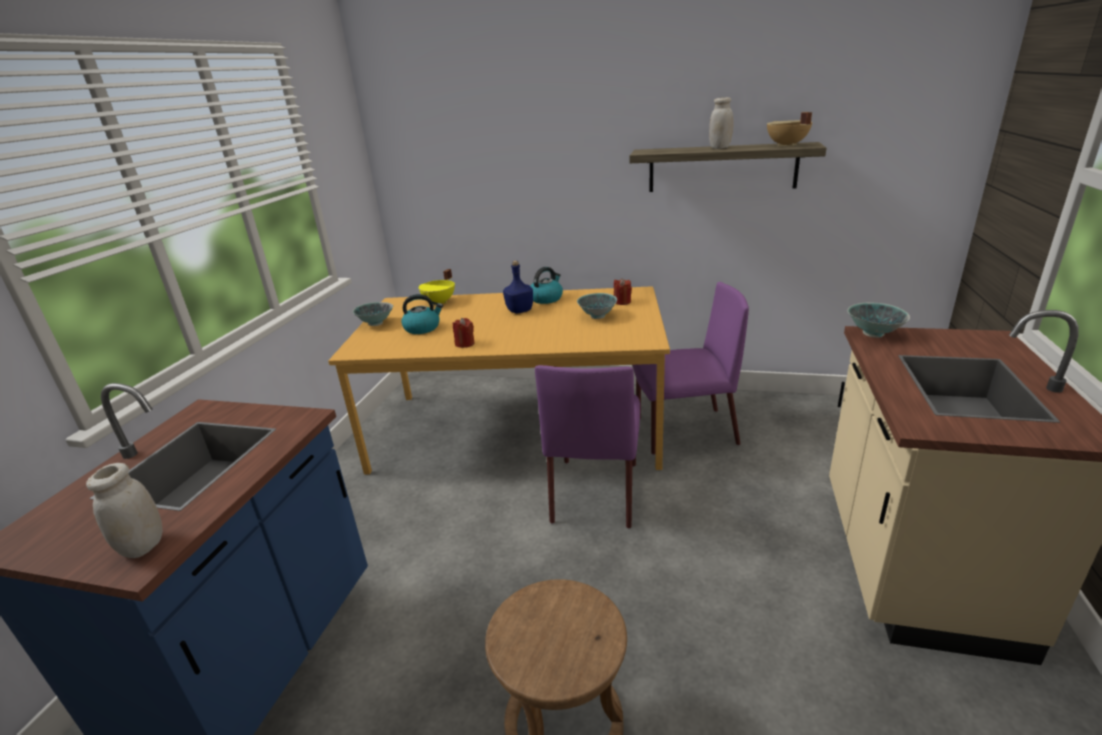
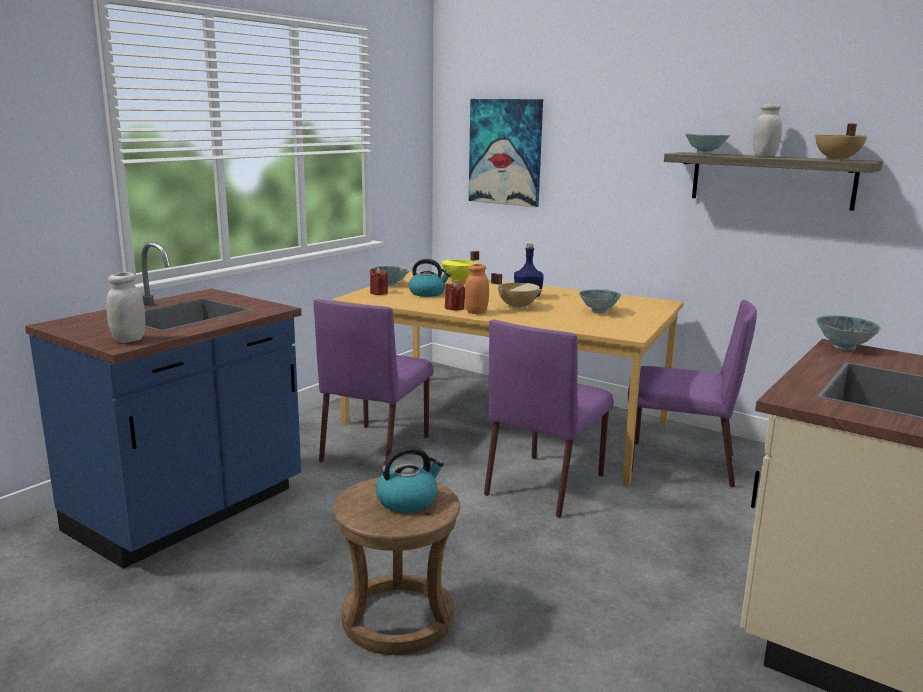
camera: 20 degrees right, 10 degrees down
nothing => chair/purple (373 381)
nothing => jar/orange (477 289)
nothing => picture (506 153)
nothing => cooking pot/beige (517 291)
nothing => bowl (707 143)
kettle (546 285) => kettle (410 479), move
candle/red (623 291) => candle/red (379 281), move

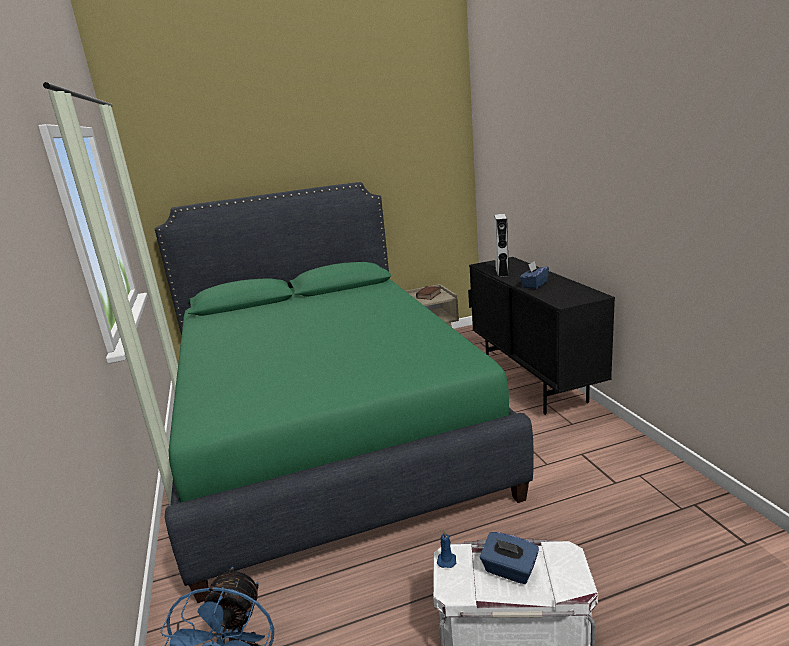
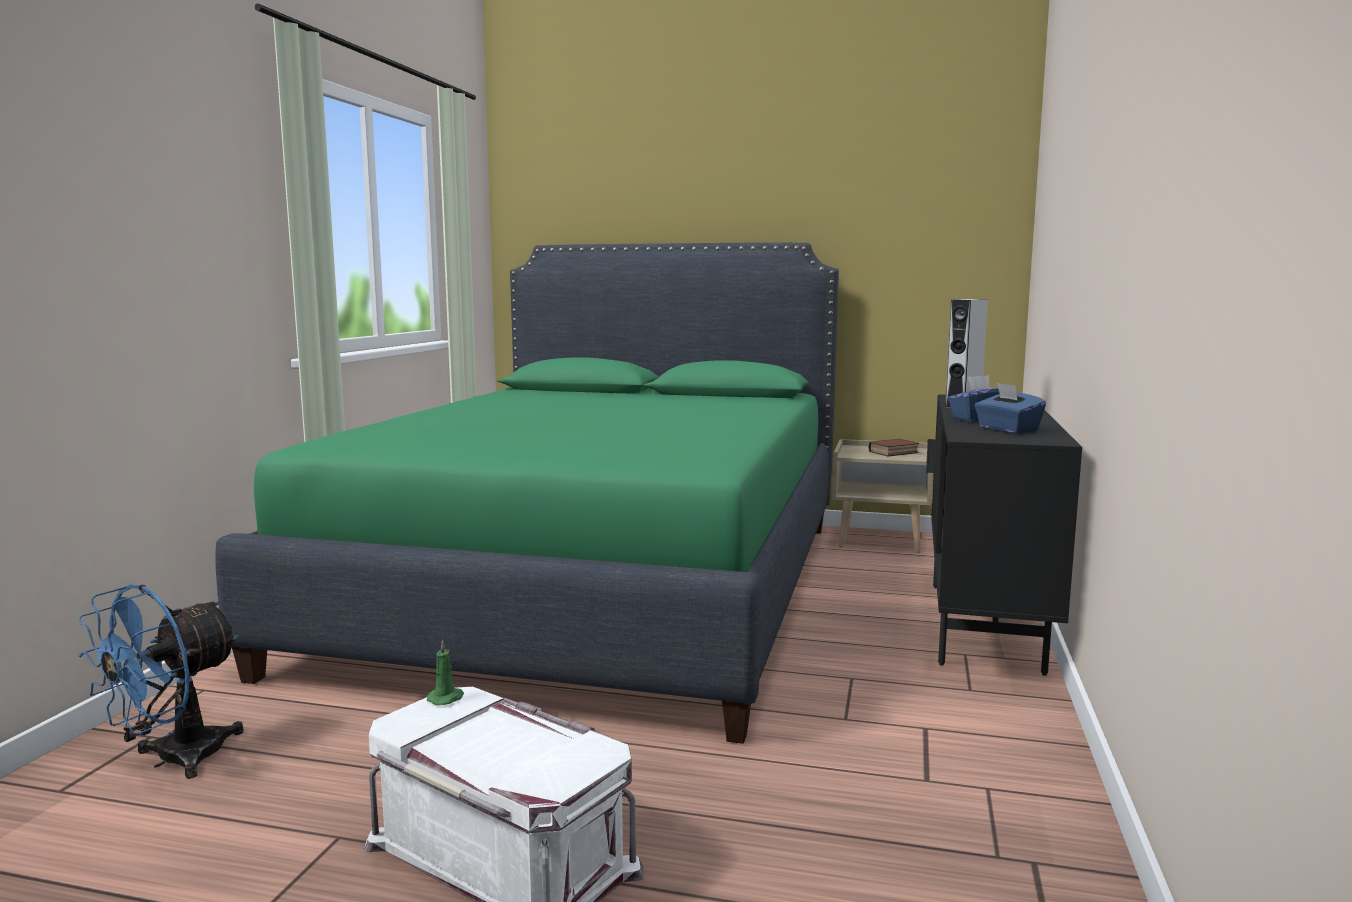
camera: 30 degrees right, 10 degrees down
tissue box/blue (509 558) => tissue box/blue (1010 408), move
candle/blue (446 549) => candle/green (445 672)

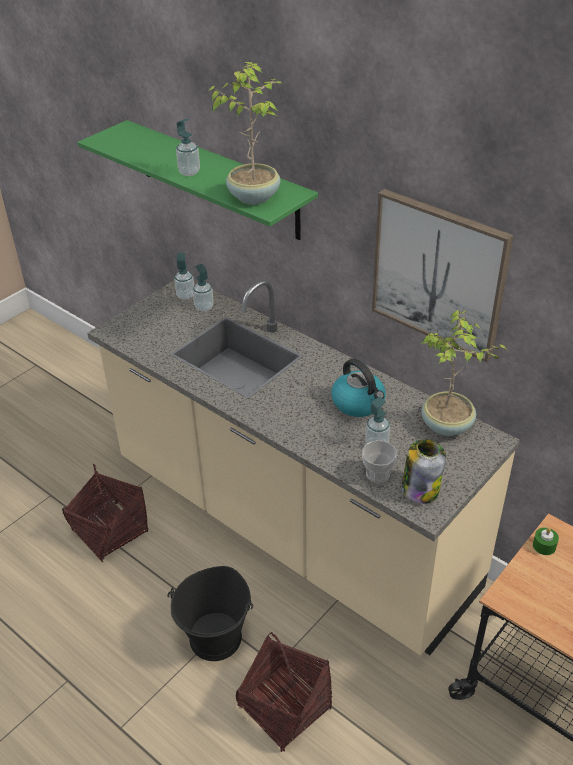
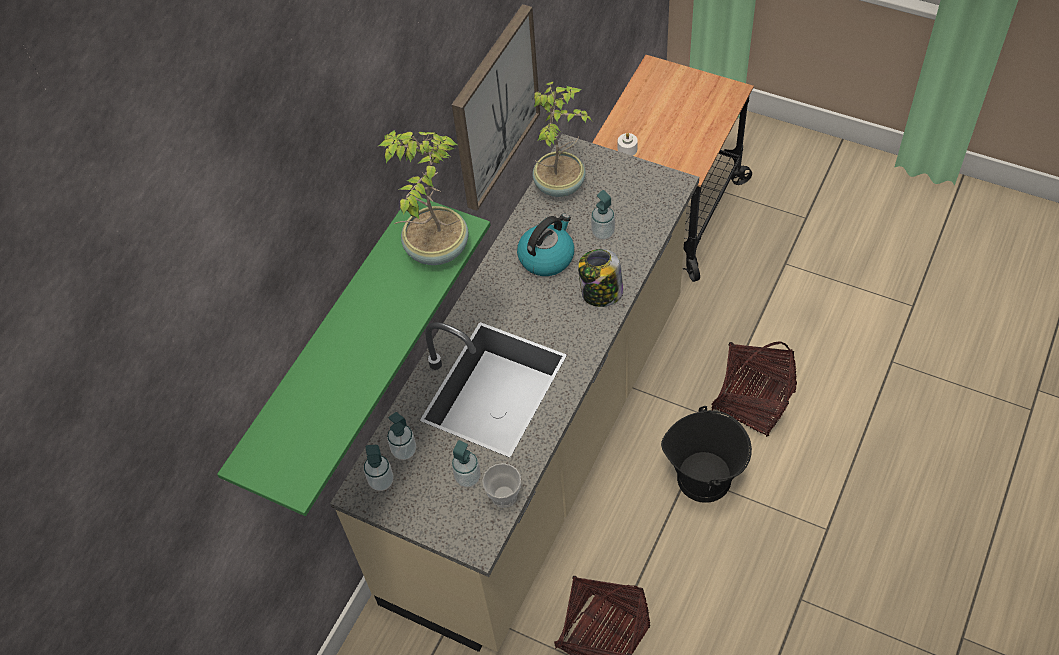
camera: 100 degrees left, 15 degrees up
soap dispenser (188 147) => soap dispenser (466 463), move
cup (379 461) => cup (501 485), move
jar (424 471) => jar (600 278), move
candle/green (546 541) => candle/white (628 144)

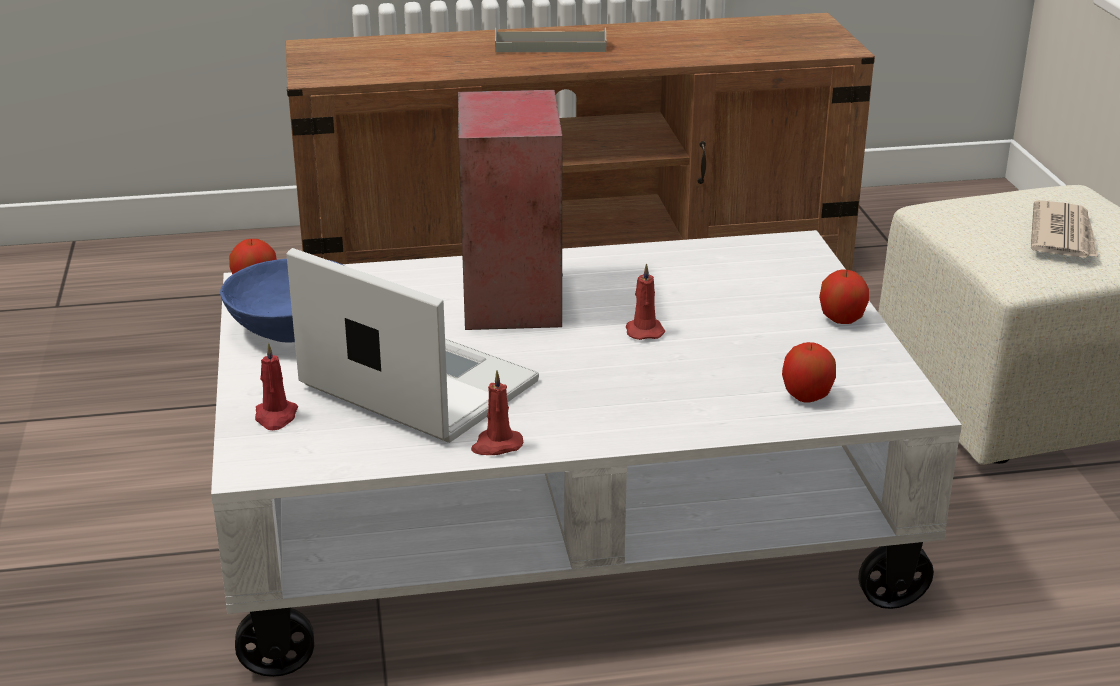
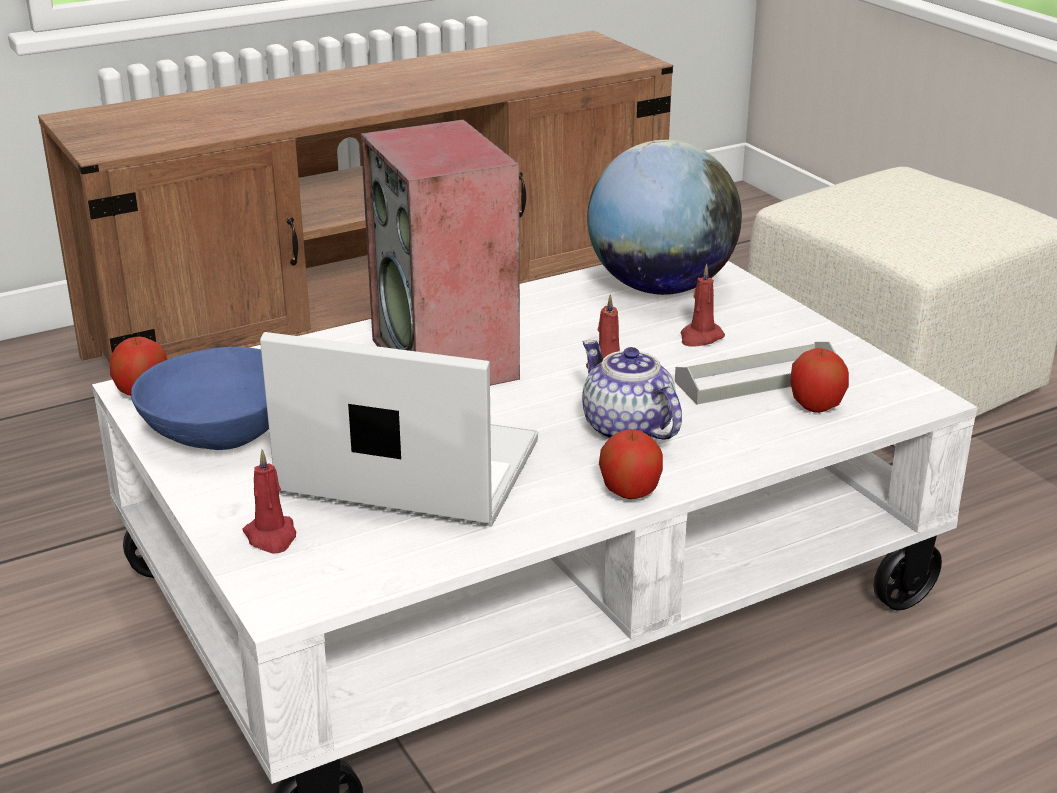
camera: 20 degrees left, 0 degrees up
newspaper (1064 229) => nothing
nothing => teapot (632 390)
nothing => globe (664 217)
candle/red (497 412) => candle/red (702 305), move
tray/grey (550 40) => tray/grey (755 373), move
apple (844 297) => apple (631 464), move

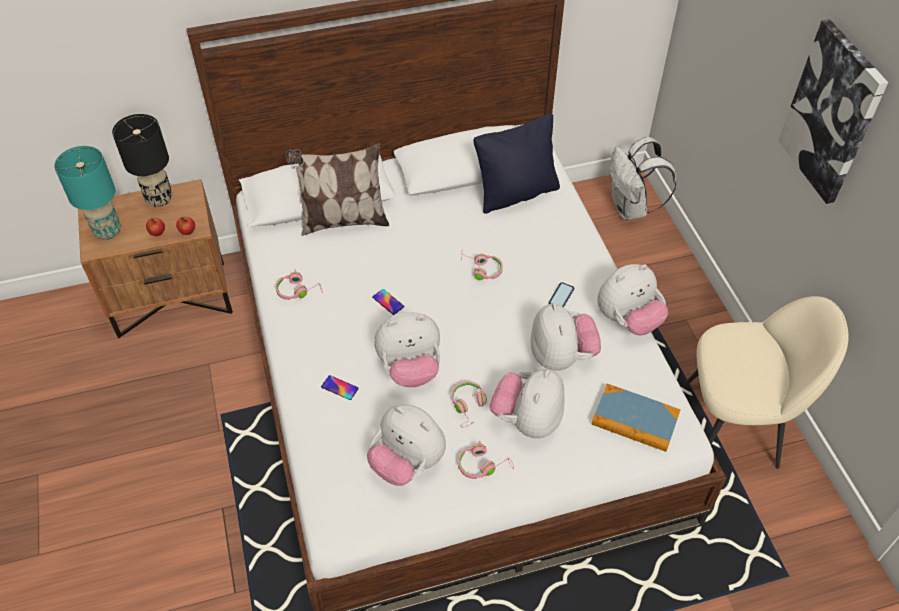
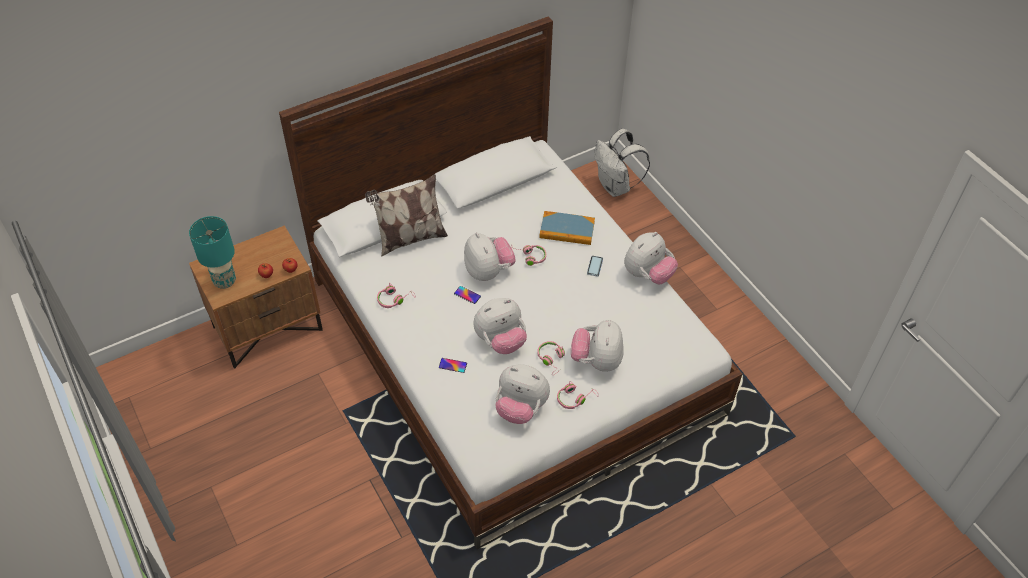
camera: 15 degrees left, 0 degrees up
table lamp/black (142 160) => nothing
pillow/black (516 163) => nothing
chair/beige (767 382) => nothing
picture (833 111) => nothing
plush toy (566 337) => plush toy (490 256), move
book (635 418) => book (567 228), move

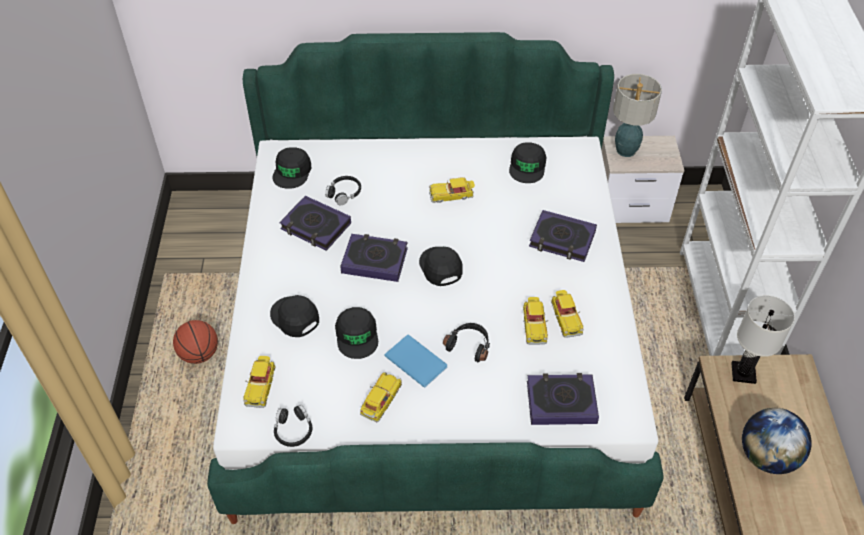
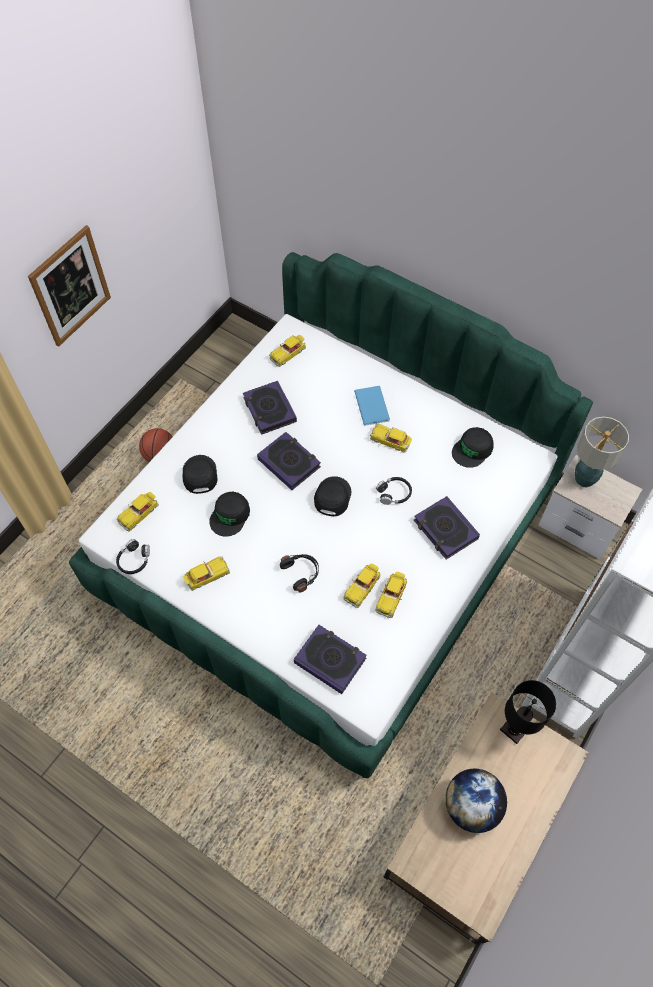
camera: 35 degrees right, 10 degrees up
nothing => picture (69 286)
headphones/black (343 190) => headphones/black (394 491), move
book/blue (415 361) => book/blue (372 406), move
cap/black (291 168) => toy car (287 351)
table lamp/white (763 339) => table lamp/black (528 712)

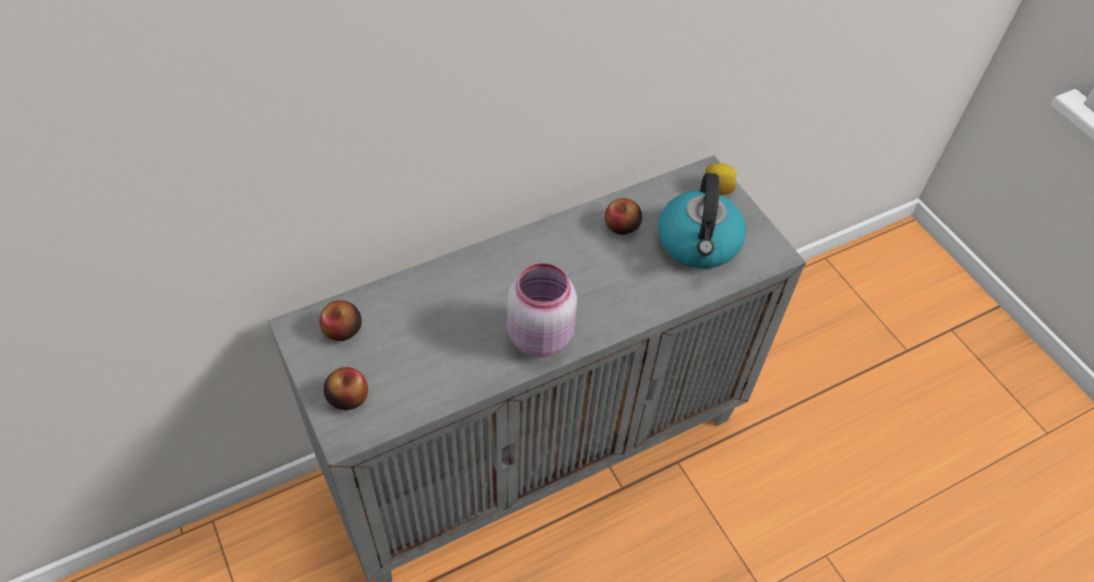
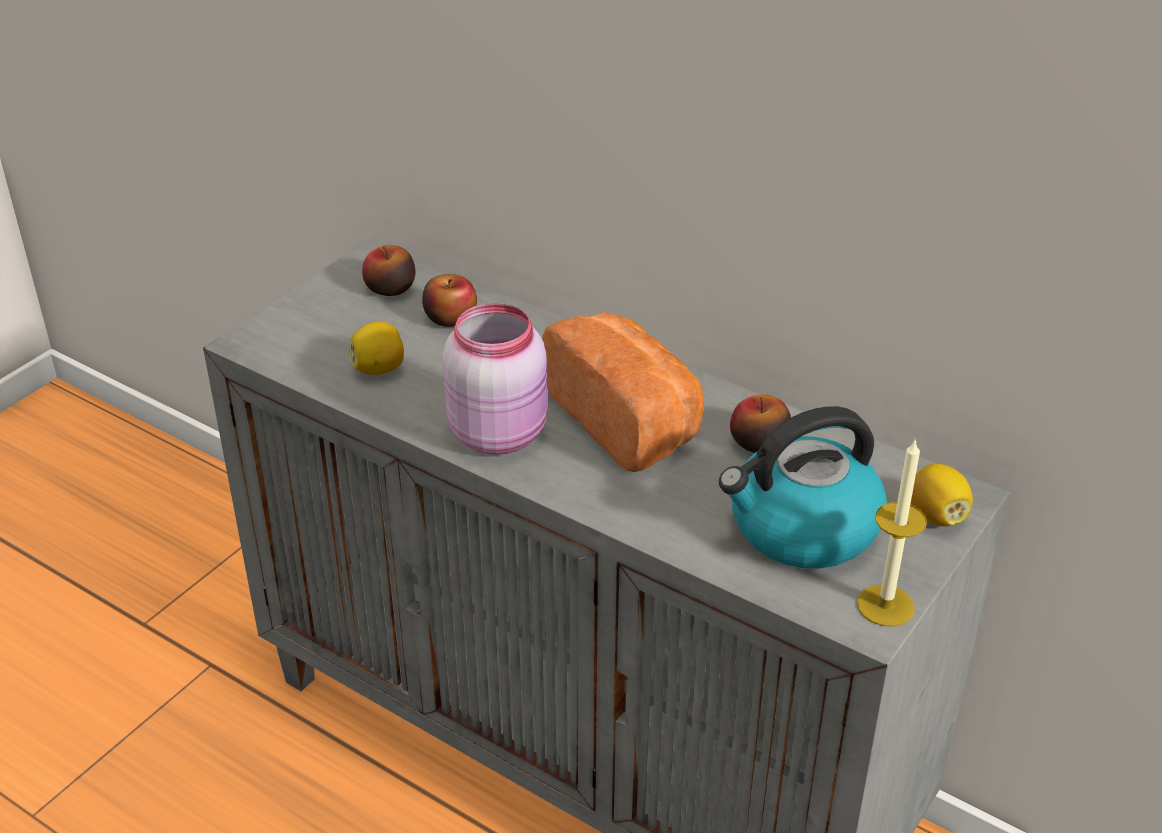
camera: 65 degrees right, 15 degrees down
nothing => lemon (376 348)
nothing => bread (623 392)
nothing => candle (892 532)
apple (346 388) => apple (449 300), move

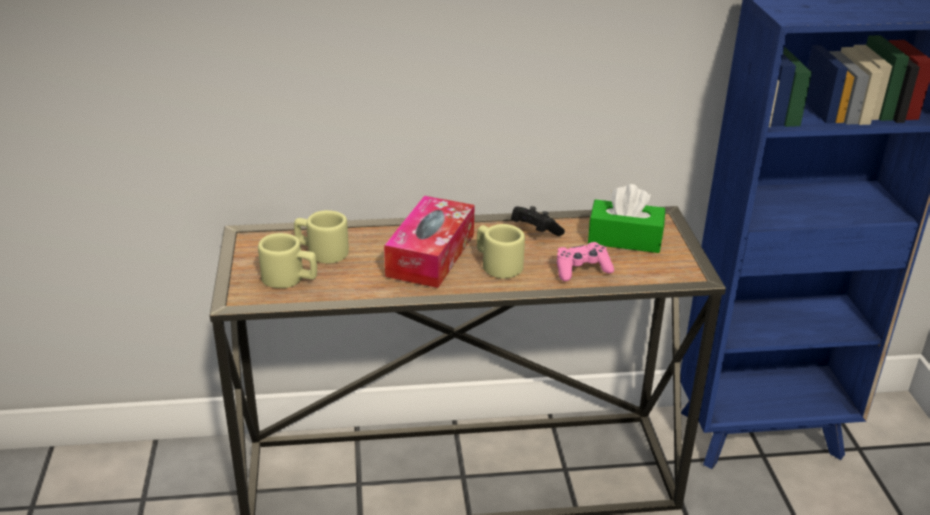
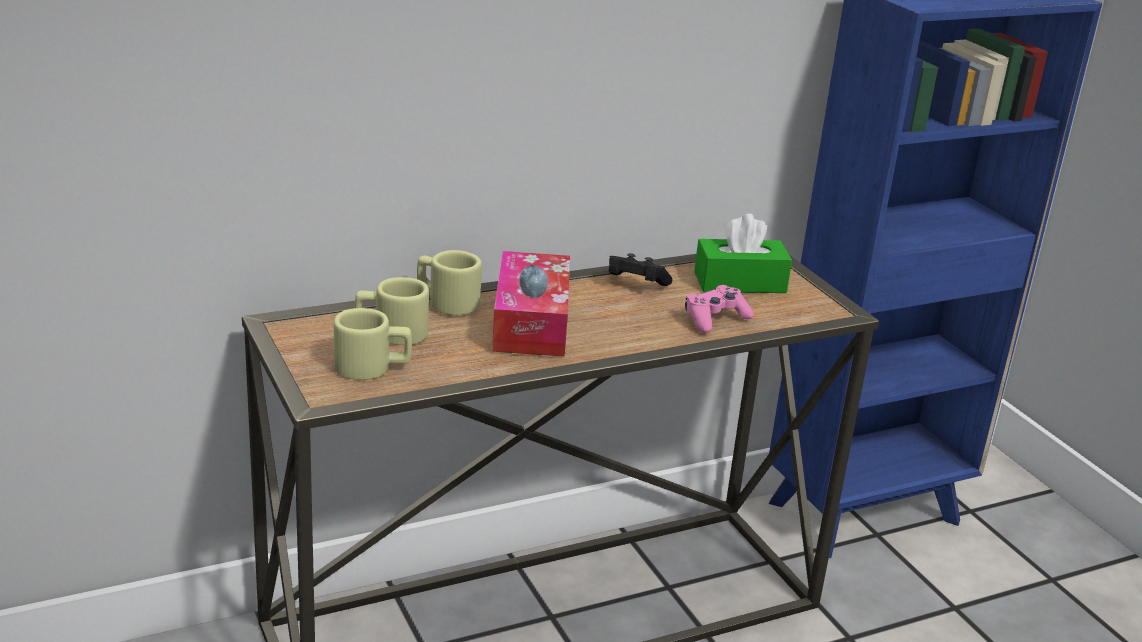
camera: 20 degrees left, 5 degrees down
mug/beige (501 251) => mug/beige (449 282), move

